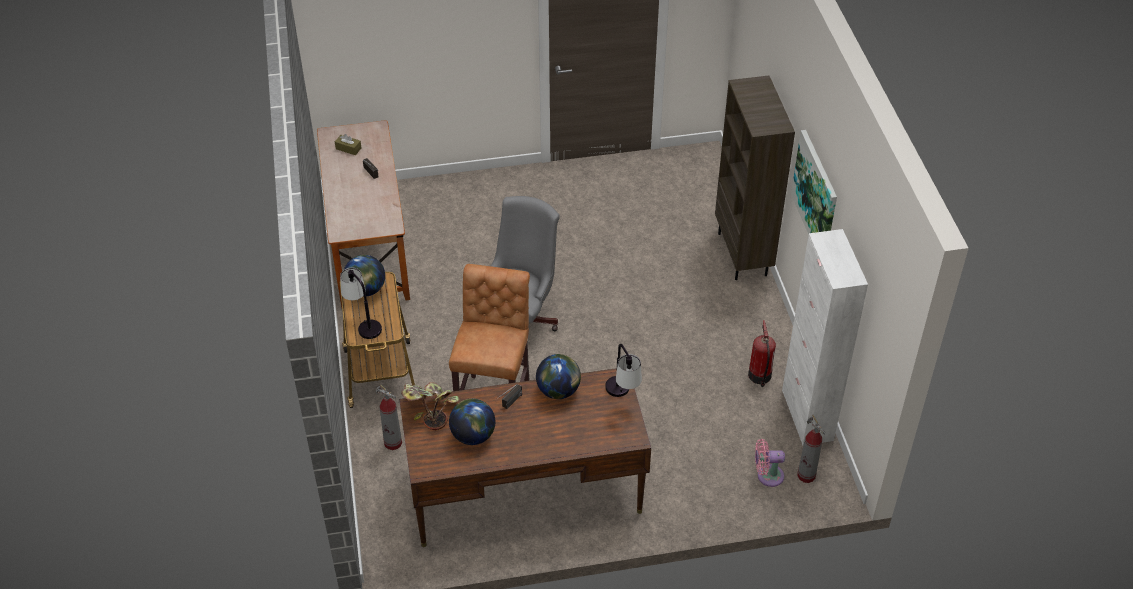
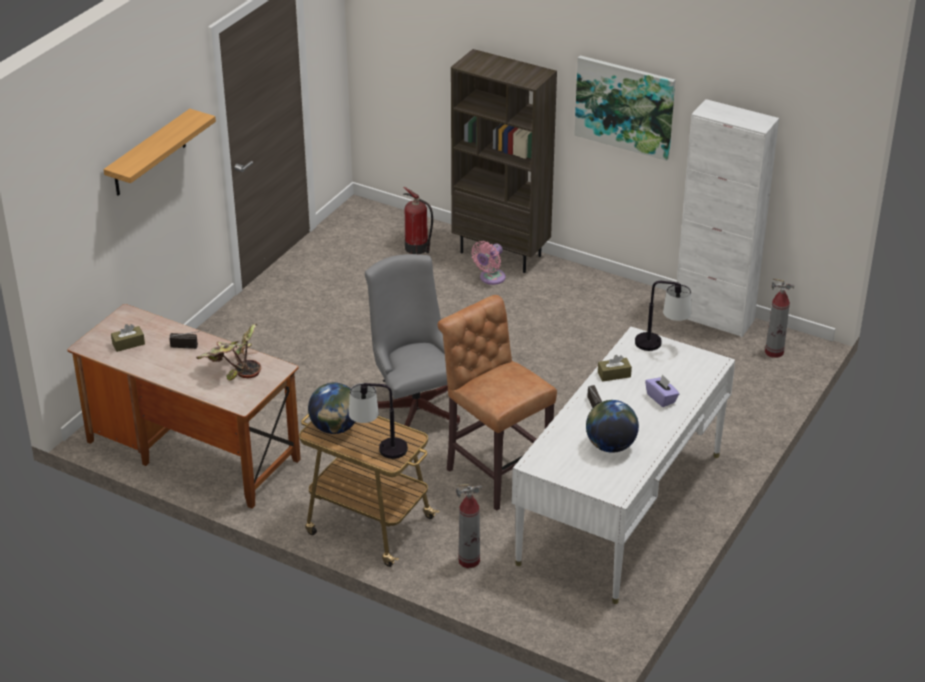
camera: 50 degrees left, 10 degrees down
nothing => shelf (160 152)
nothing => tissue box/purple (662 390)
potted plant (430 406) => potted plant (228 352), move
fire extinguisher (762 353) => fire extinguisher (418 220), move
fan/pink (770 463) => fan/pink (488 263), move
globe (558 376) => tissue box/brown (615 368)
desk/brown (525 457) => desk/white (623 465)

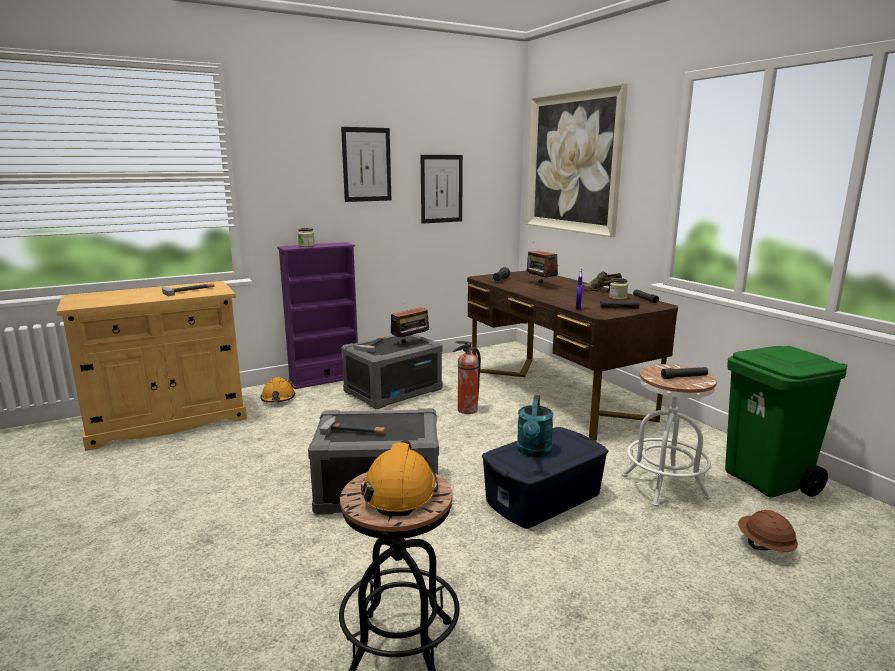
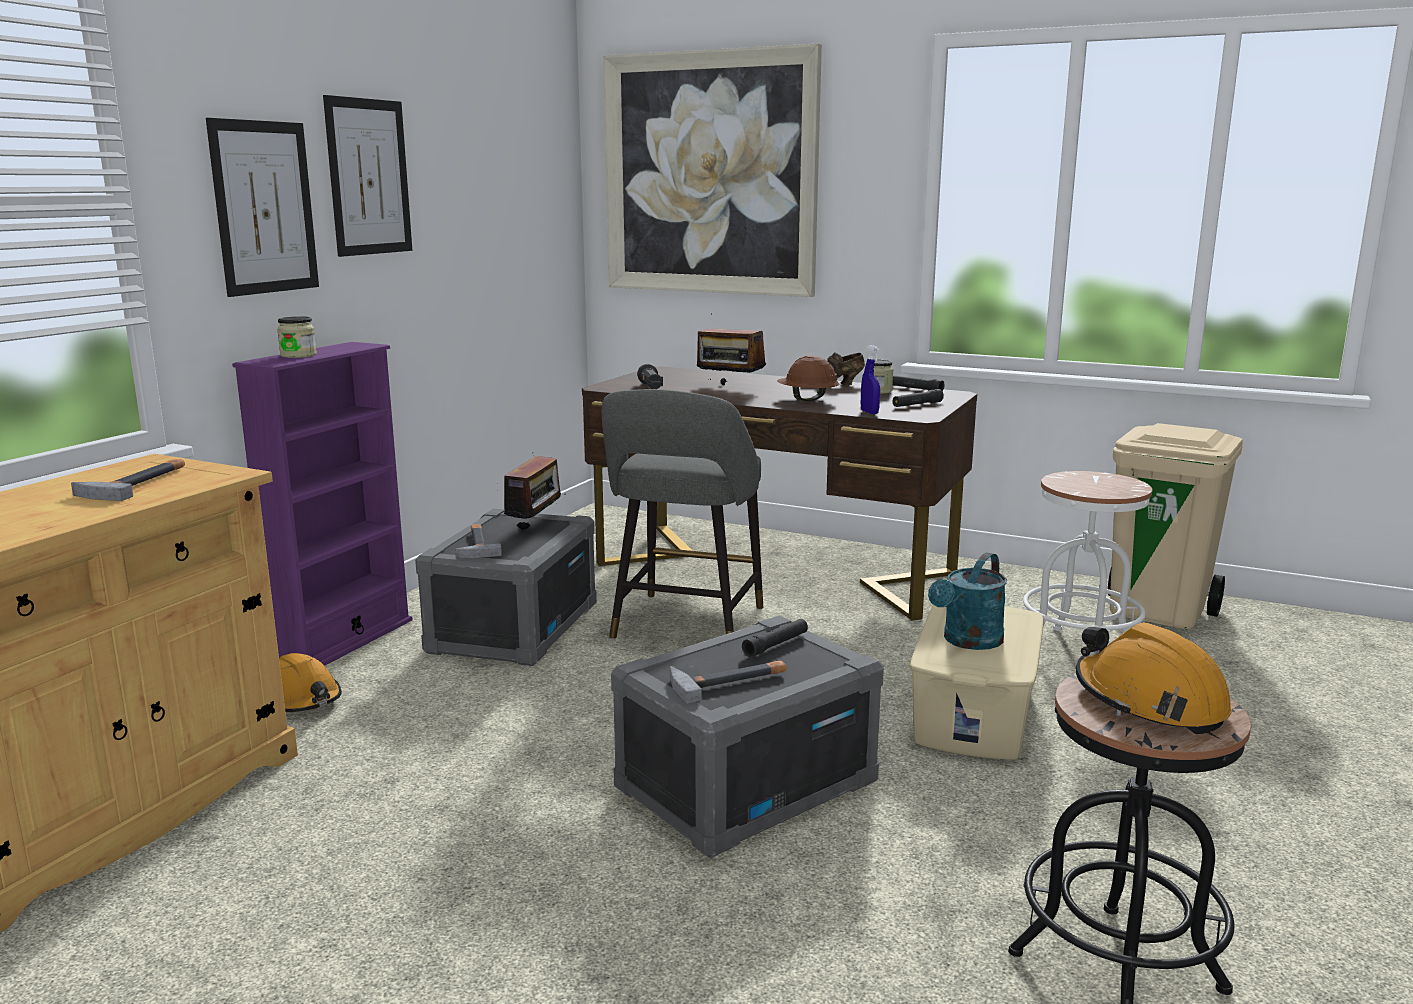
camera: 35 degrees left, 0 degrees up
picture (442 189) => picture (262 207), move
flashlight/black (684 373) => flashlight/black (775 638), move
hard hat/brown (768 531) => hard hat/brown (808 378), move
fire extinguisher (467 377) => stool/grey (682 514)
storage box/blue (545 478) => storage box/beige (977 682)
trash can/green (786 421) => trash can/beige (1175 526)
watering can/turquoise (535 426) => watering can/turquoise (967 601), 60 degrees clockwise

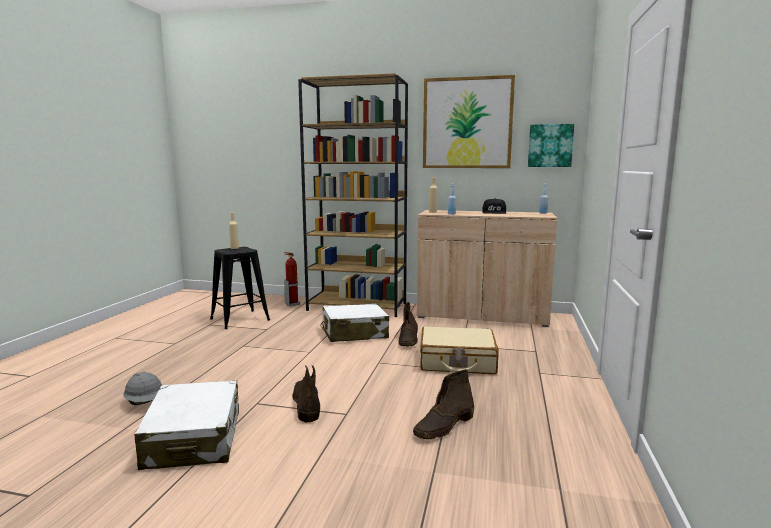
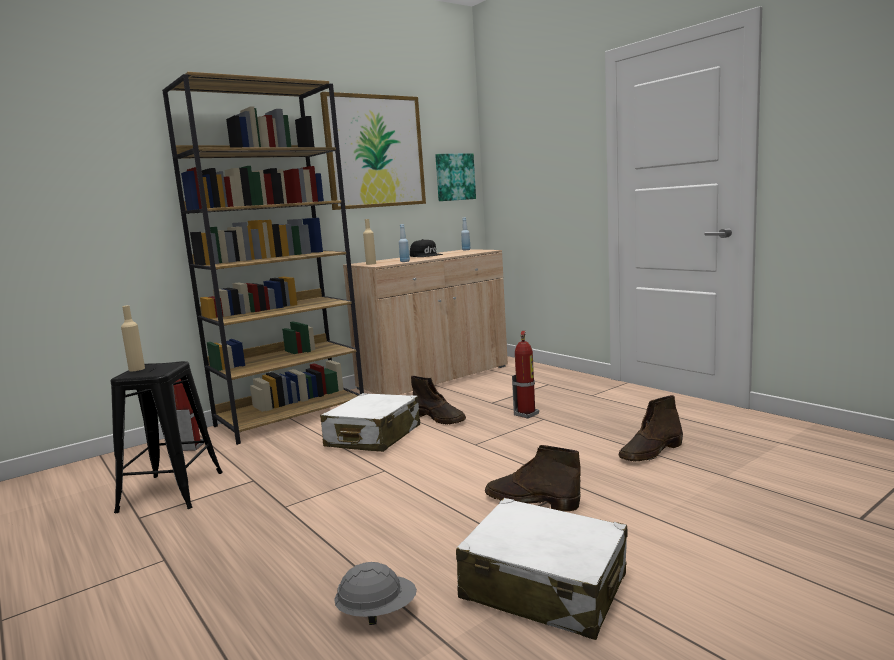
camera: 50 degrees left, 0 degrees up
suitcase/beige (459 350) => fire extinguisher (525 375)
boot/brown (443 404) => boot/brown (651 428), 60 degrees clockwise

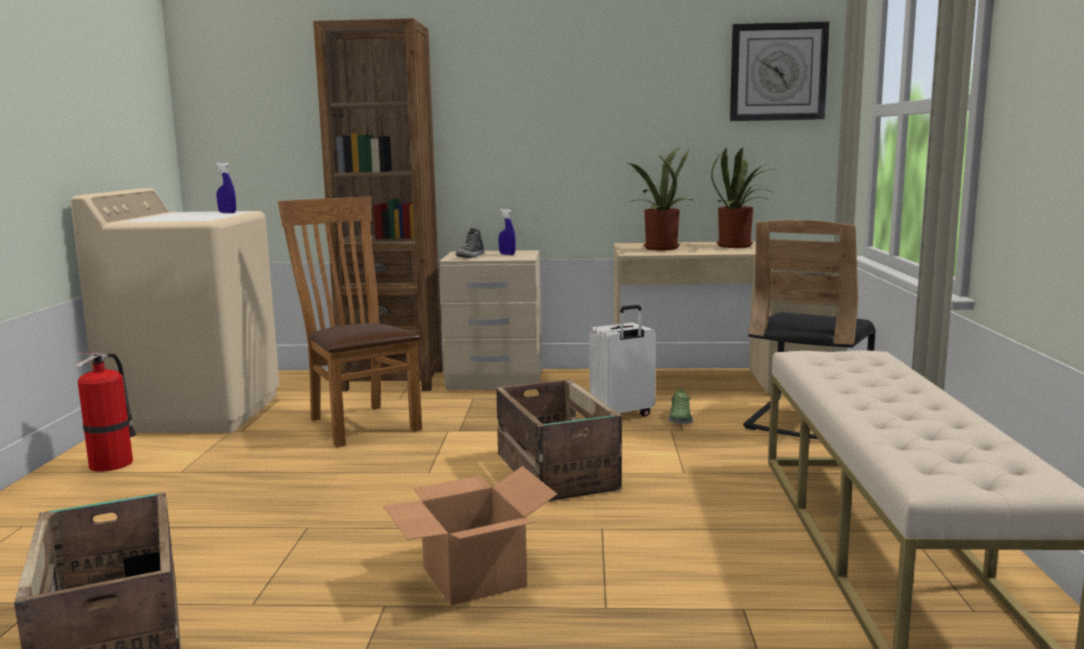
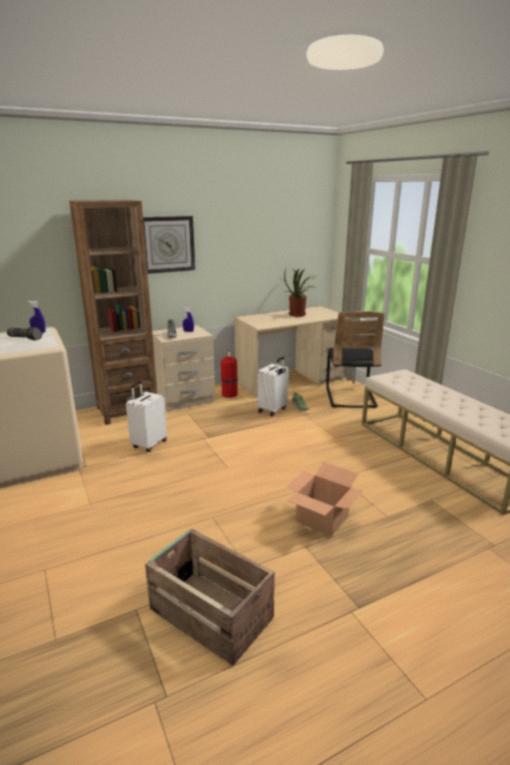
camera: 30 degrees left, 10 degrees up
crate (559 440) => nothing
potted plant (660 199) => nothing
nothing => flashlight (25 333)
fire extinguisher (105 412) => fire extinguisher (229 374), move
wall clock (779 71) => wall clock (169 245), move
chair/brown (350 321) => suitcase/white (146 416)

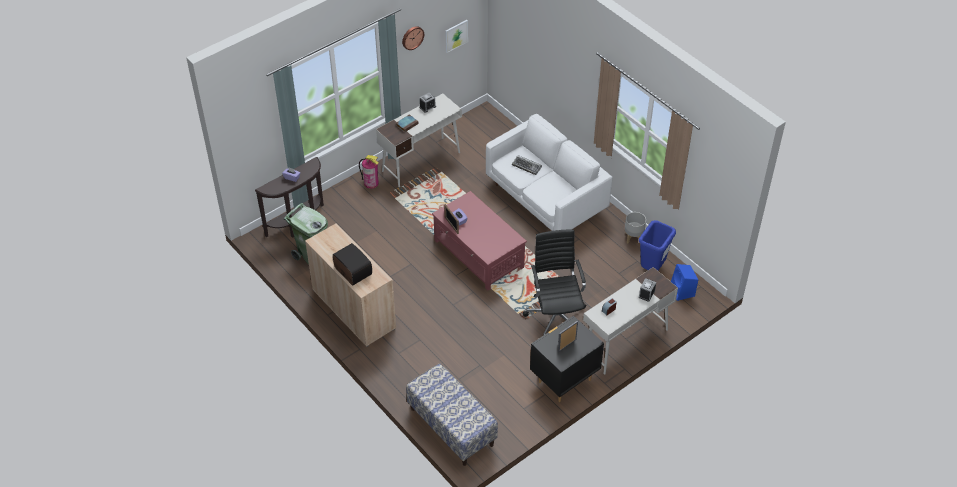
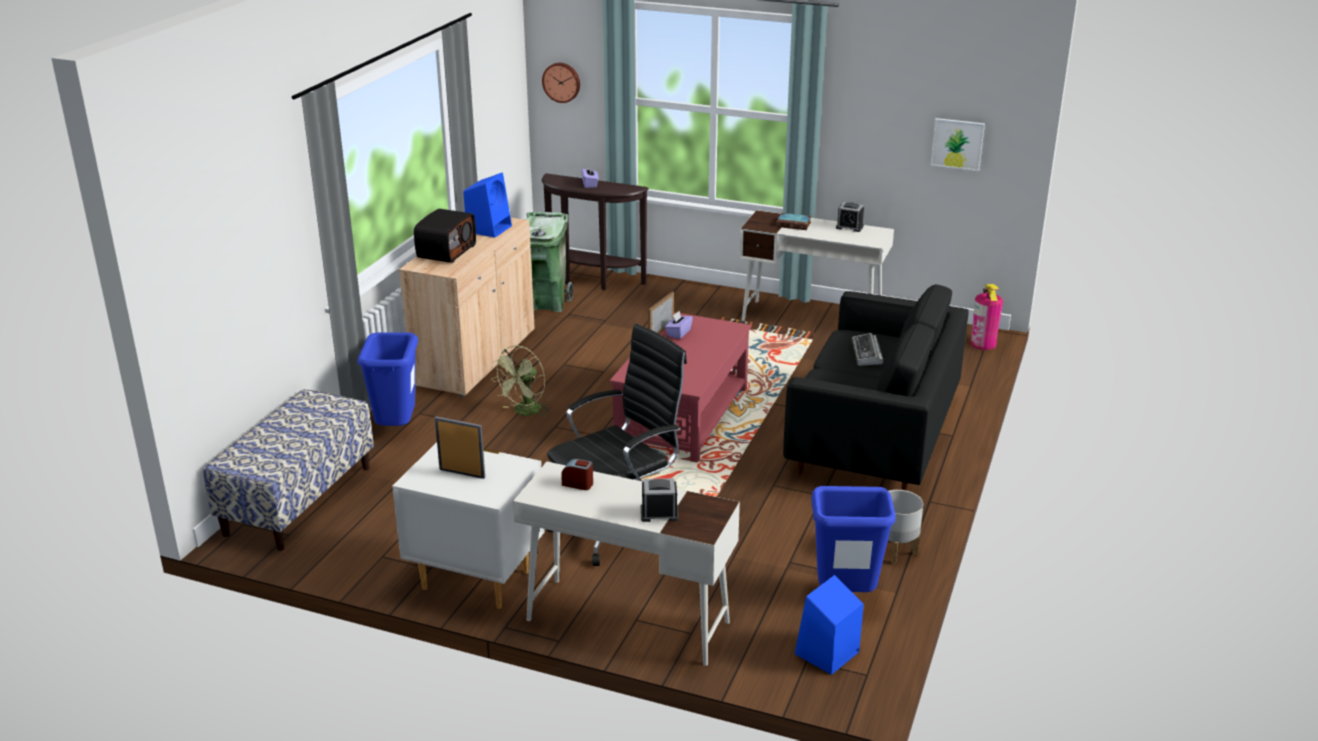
camera: 60 degrees right, 20 degrees down
nothing => trash can/blue (388 379)
nothing => speaker/blue (487 205)
nothing => fan/green (520 381)
fire extinguisher (369 172) => fire extinguisher (986 317), move
wall clock (413 38) => wall clock (561 83), move
sofa/white (549 172) => sofa/black (876 387)
nightstand/black (567 358) => nightstand/white (468 525)

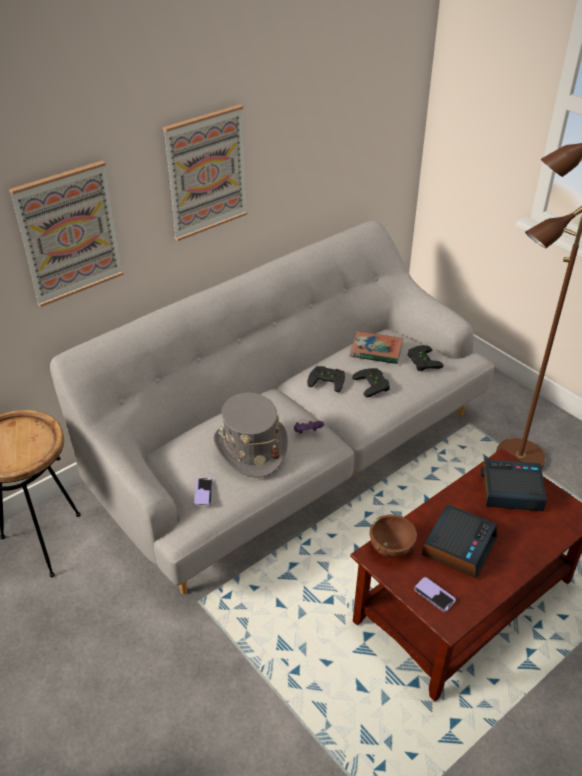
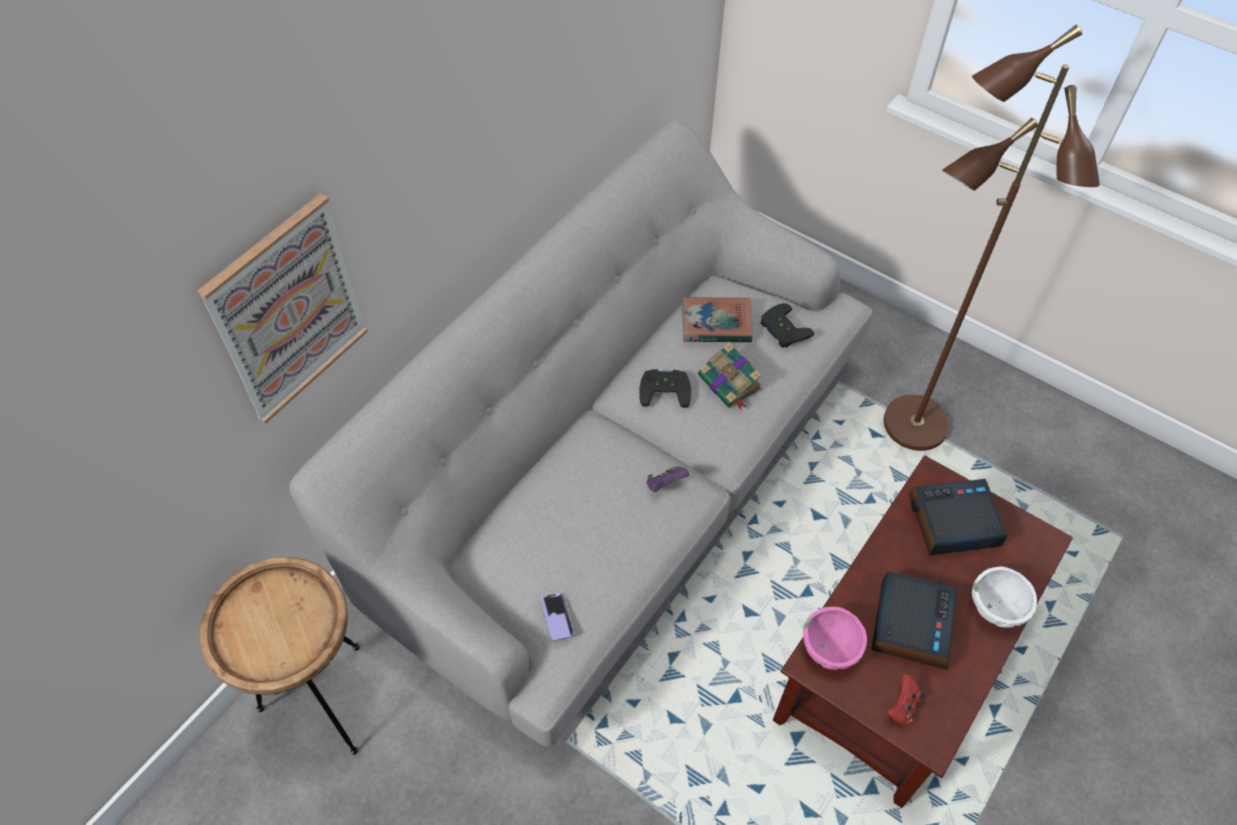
camera: 15 degrees left, 15 degrees up
picture (205 172) => nothing
hat/grey (250 435) => nothing
nothing => bowl/white (1004 597)
game controller/black (371 383) => book (730 376)
phone (435 594) => game controller/red (905 700)
bowl/brown (393 536) => bowl/pink (835 638)

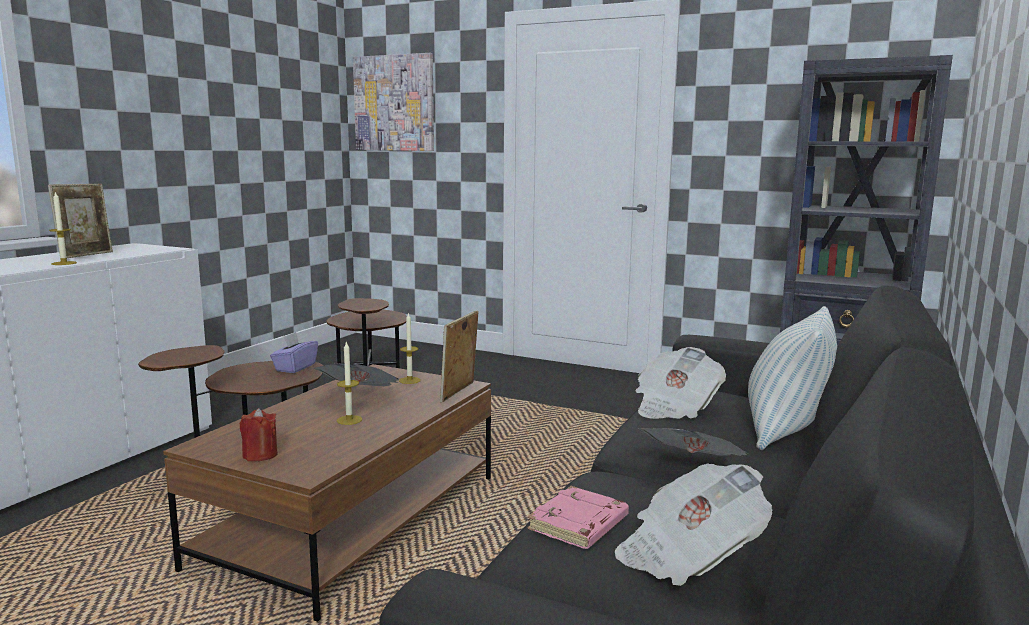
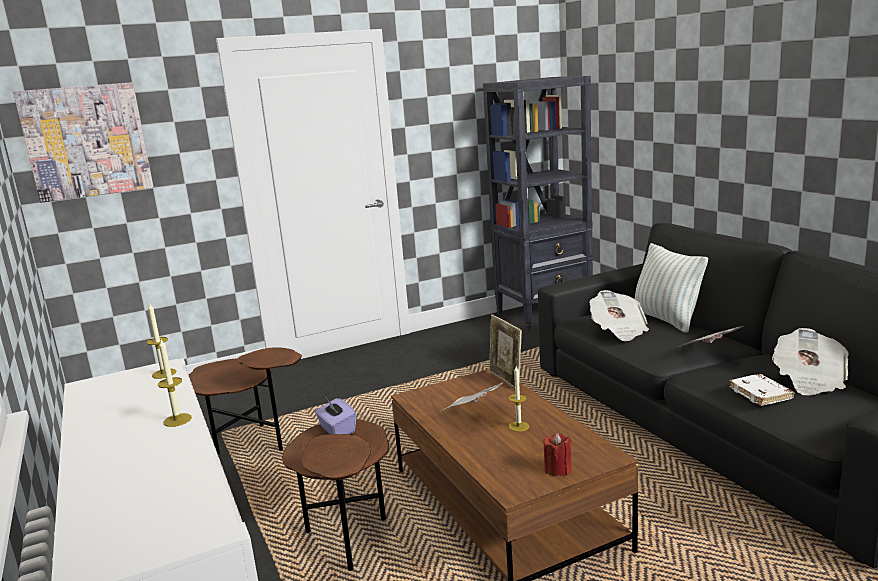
camera: 50 degrees left, 5 degrees up
picture frame (80 221) => nothing
candle (410 348) => candle (161 340), move
book/pink (578 517) => book/white (761 390)

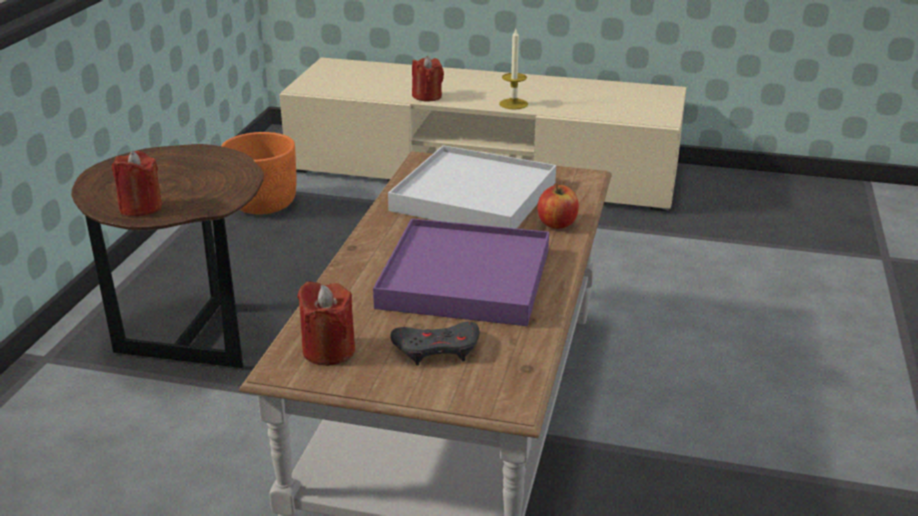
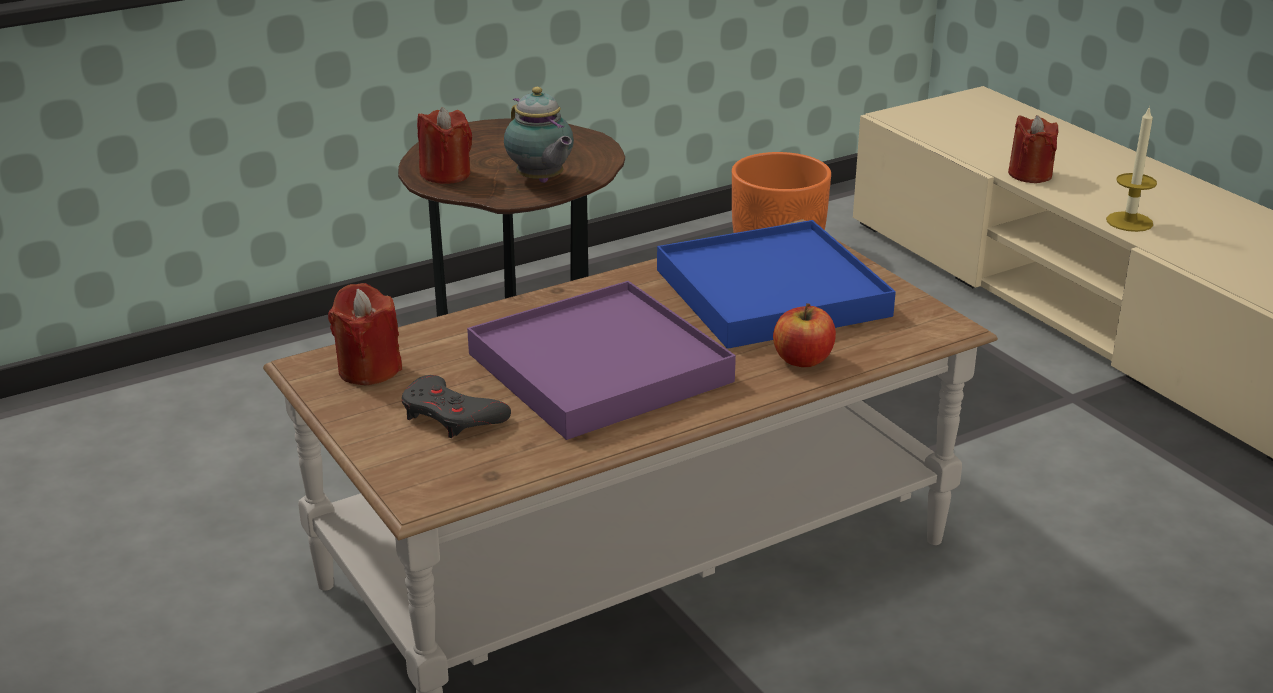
camera: 45 degrees right, 0 degrees up
nothing => teapot (539 135)
tray/white (472 187) => tray/blue (776 284)

